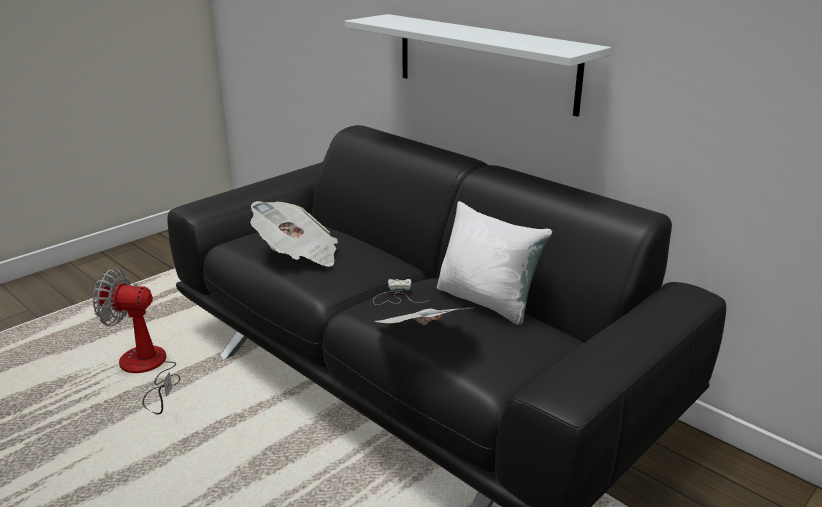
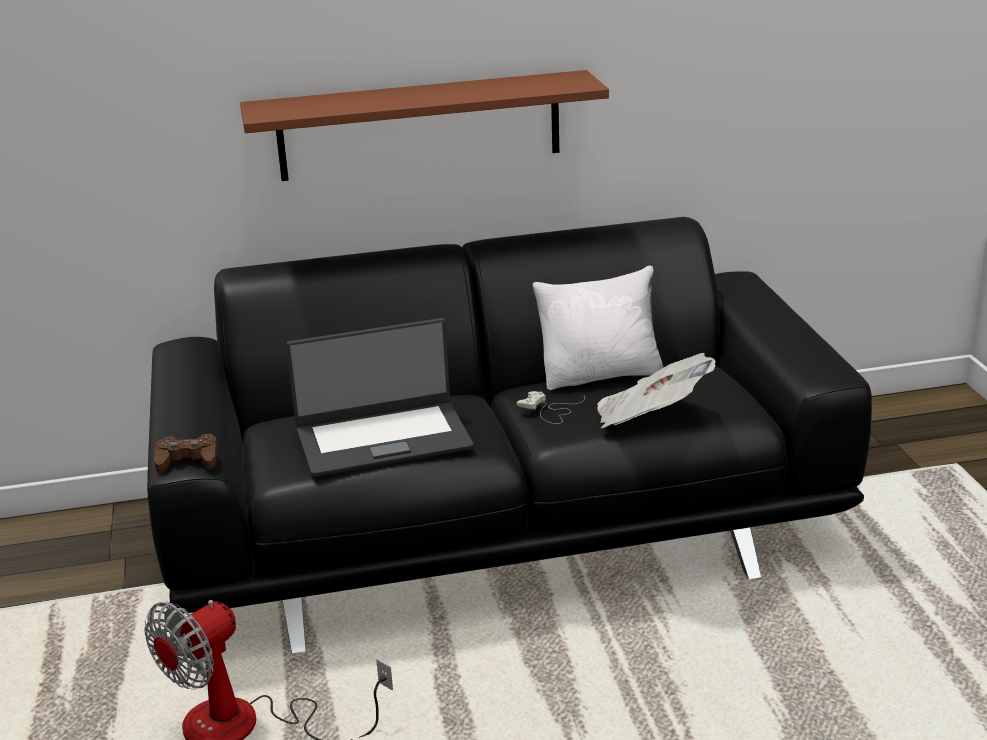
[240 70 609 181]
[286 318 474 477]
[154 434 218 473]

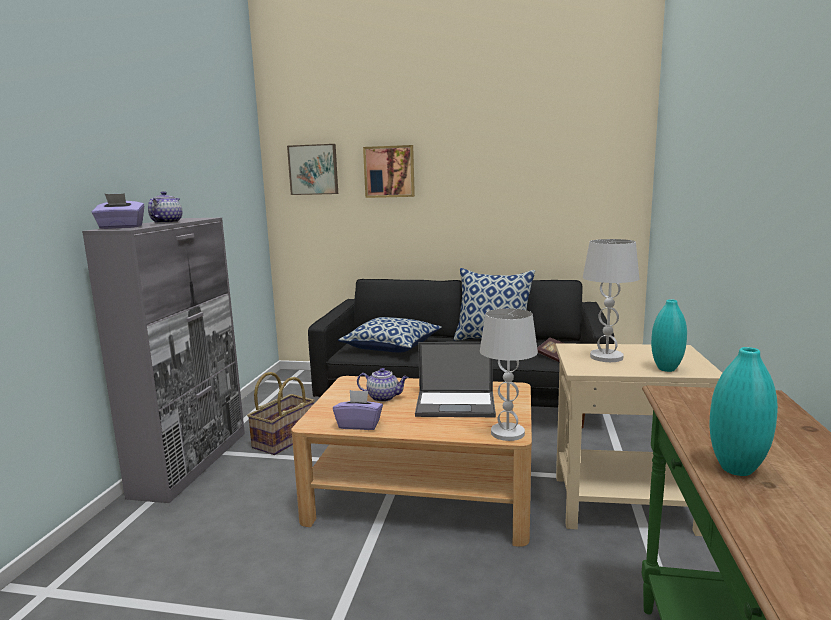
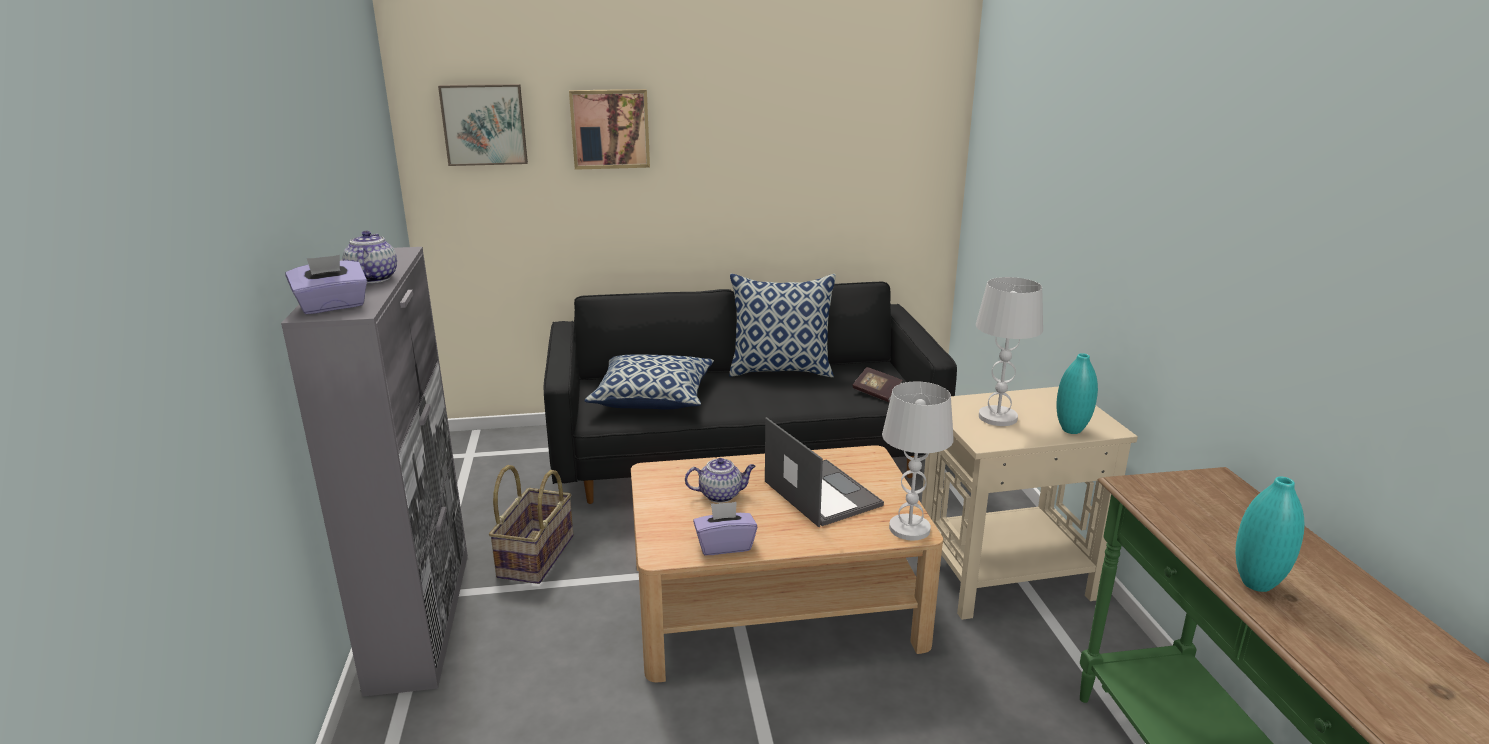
[765 417 884 527]

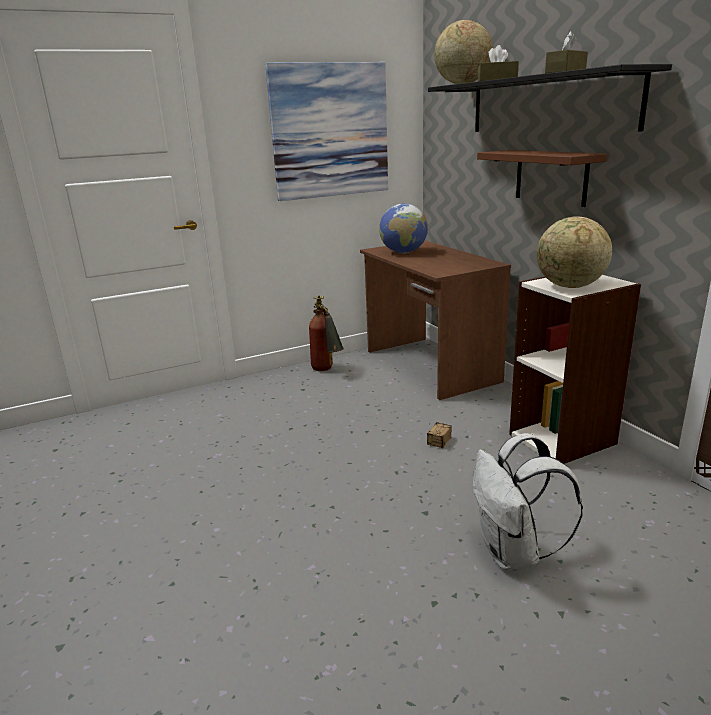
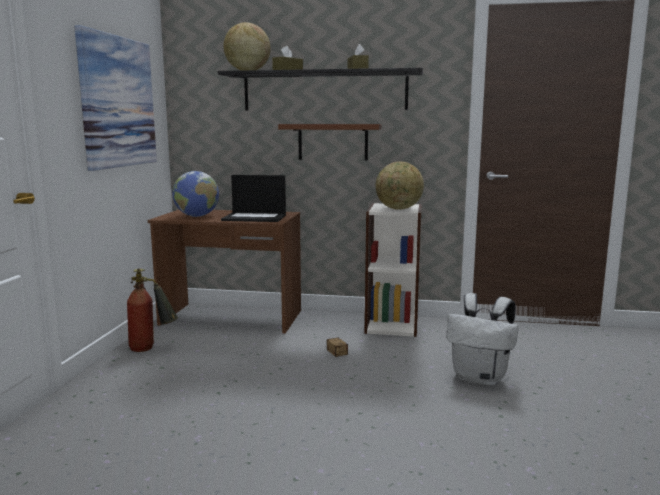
[221 175 286 222]

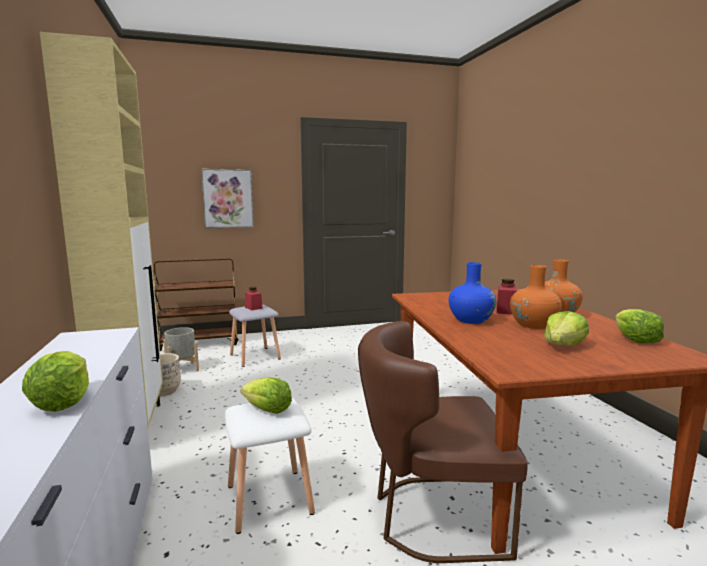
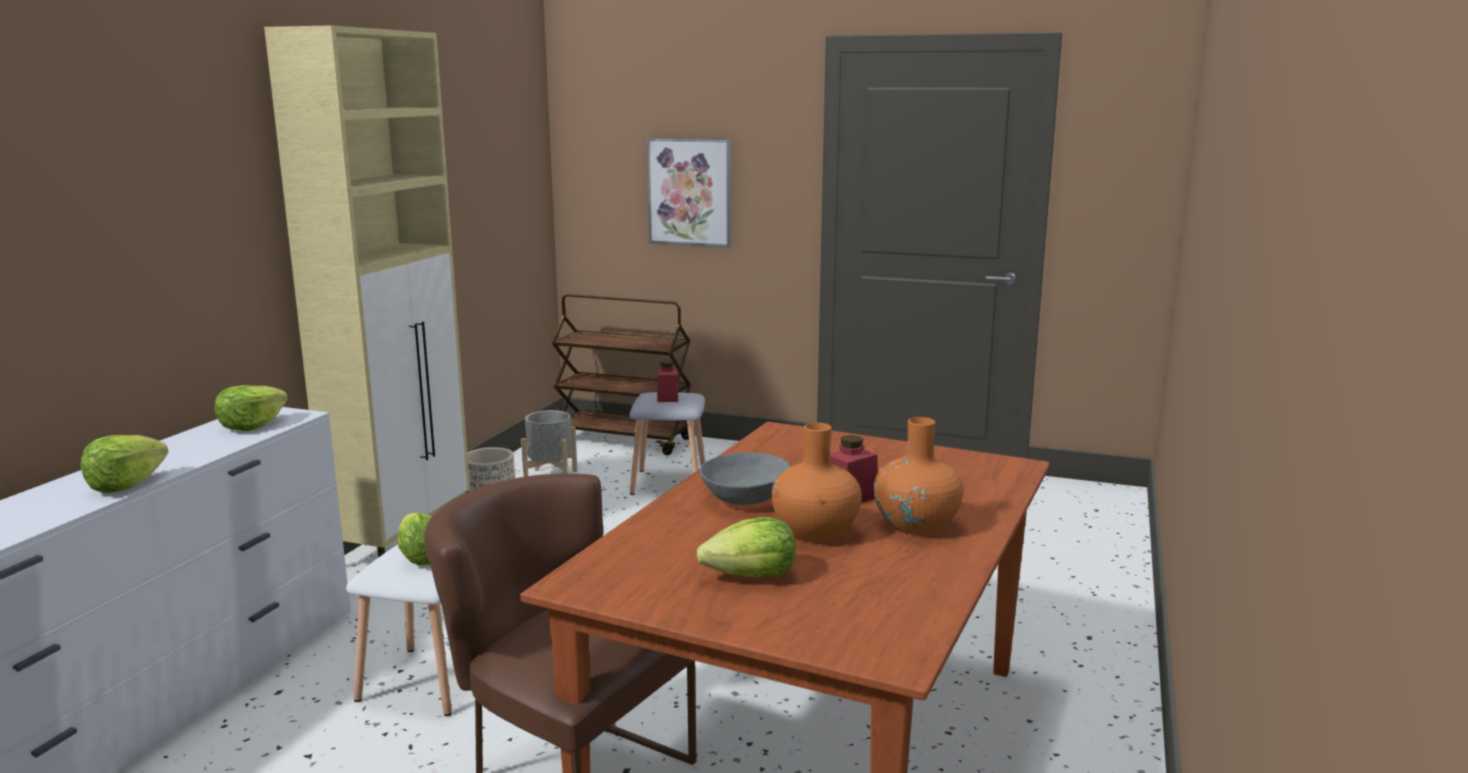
[700 452 790 505]
[215 385 288 431]

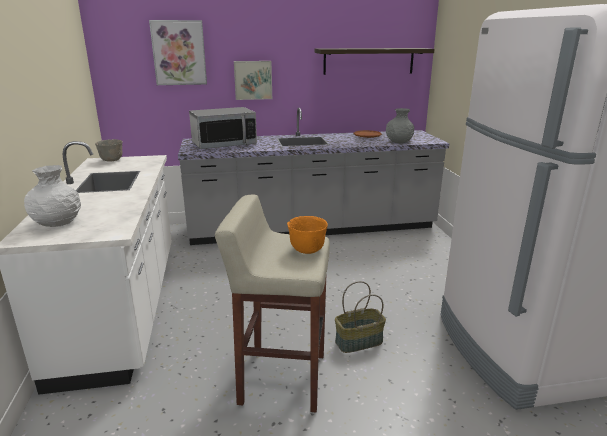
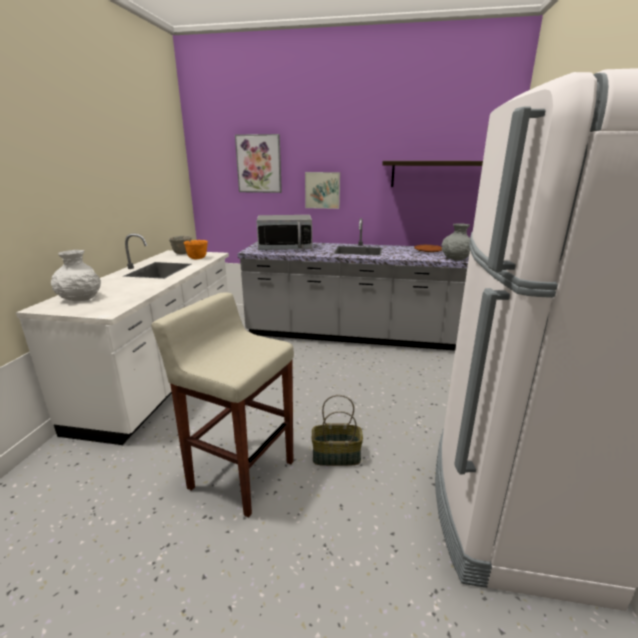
[184 240 208 259]

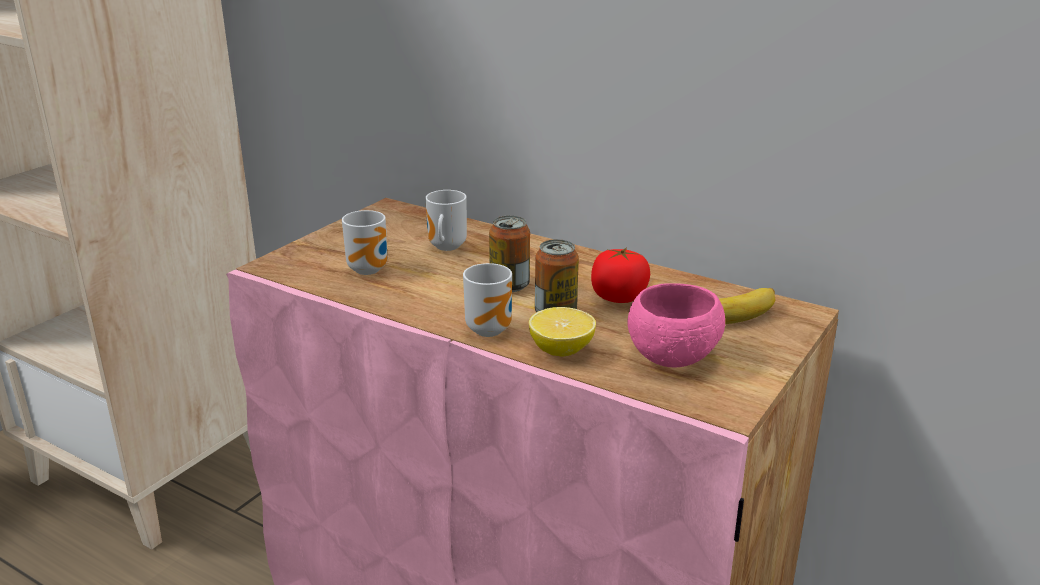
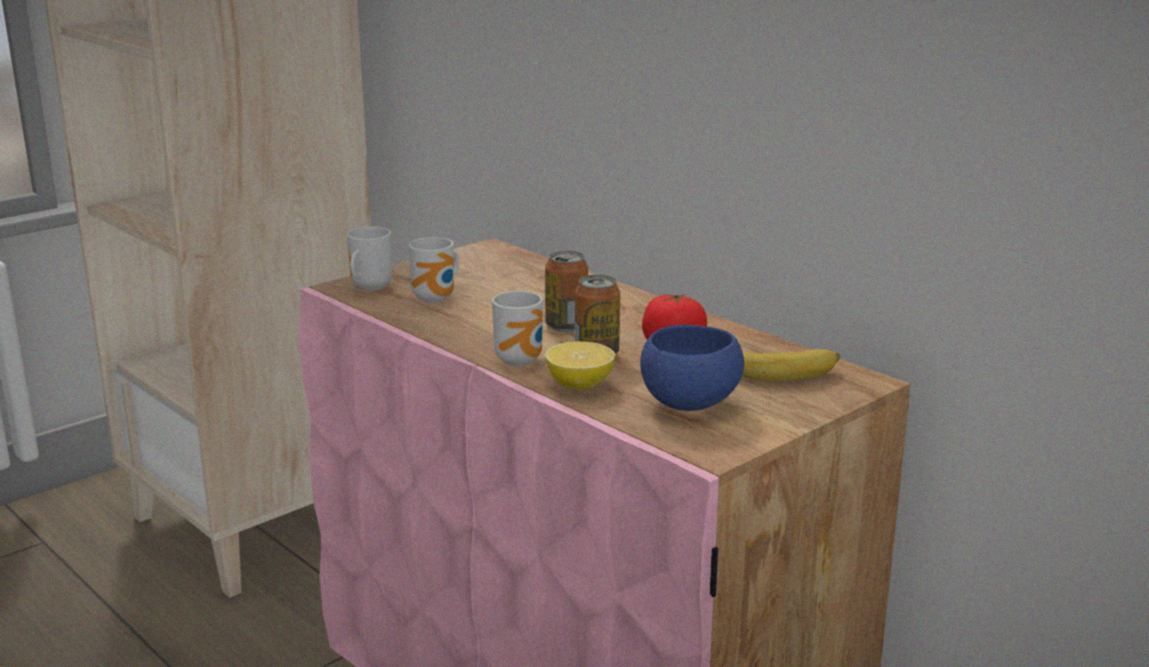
[347 227 392 291]
[640 325 744 411]

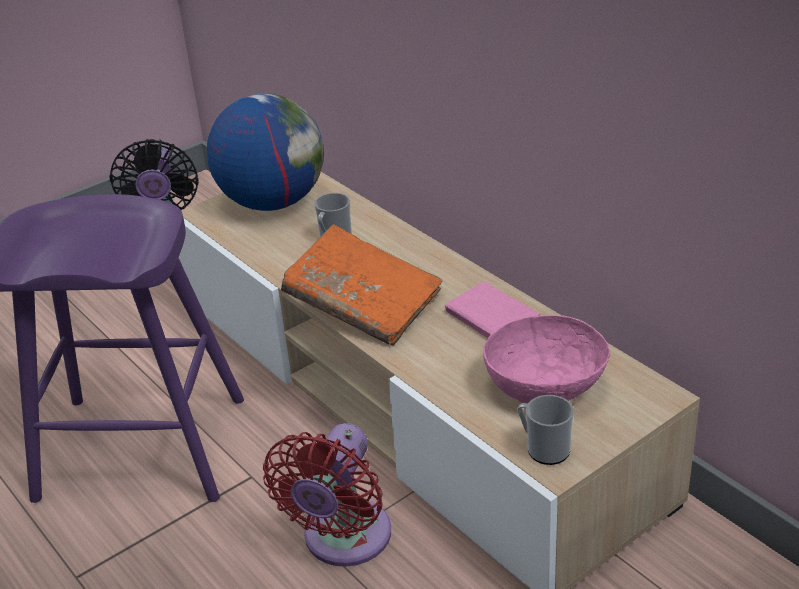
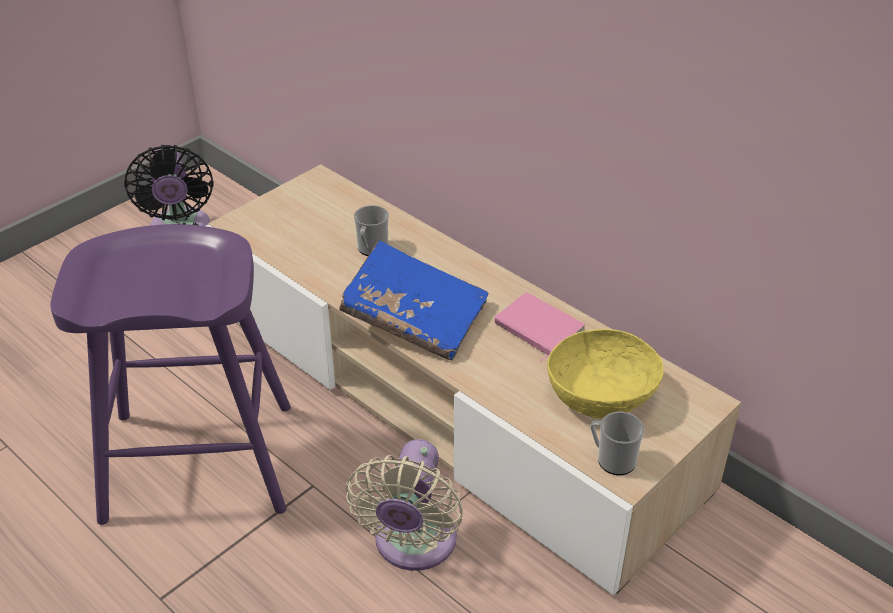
[207 93 324 211] (first image)
[339 241 488 360]
[547 329 663 418]
[345 439 463 571]

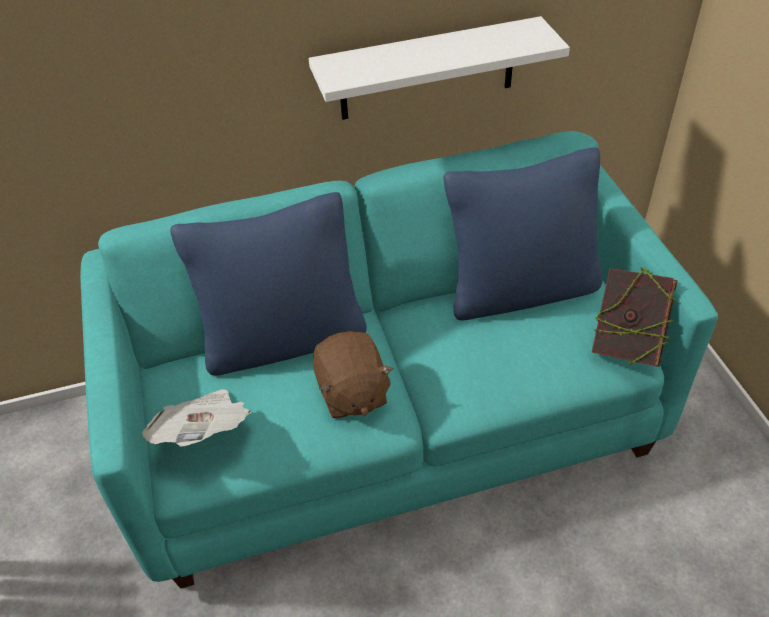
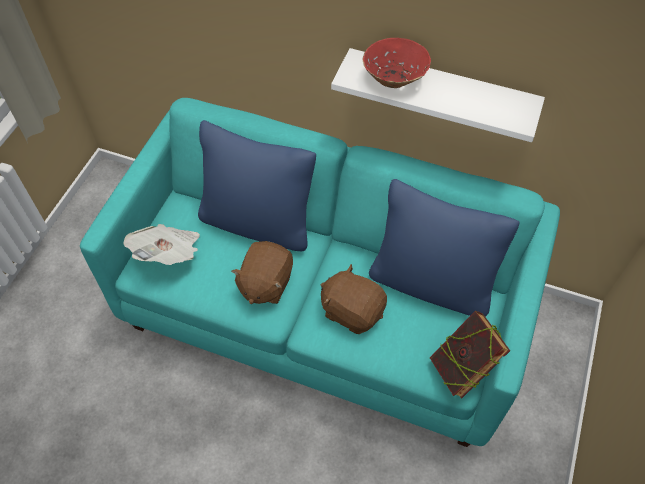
[363 38 431 88]
[321 264 387 334]

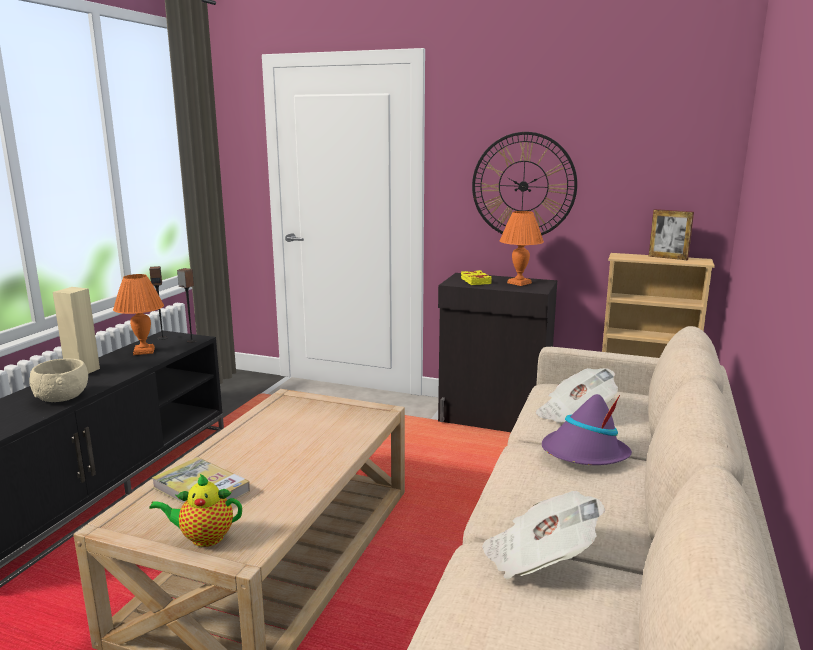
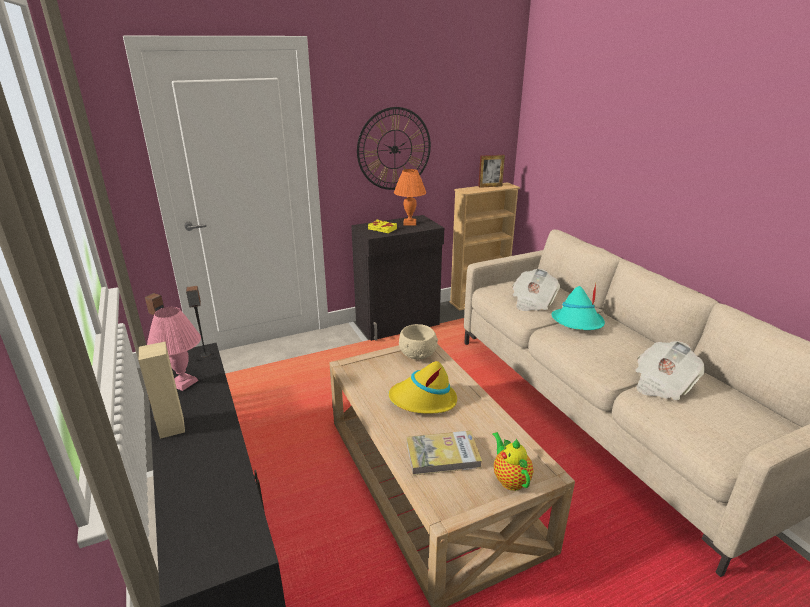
[147 307 201 391]
[399 324 438 359]
[551 283 605 330]
[492 432 533 491]
[389 361 457 414]

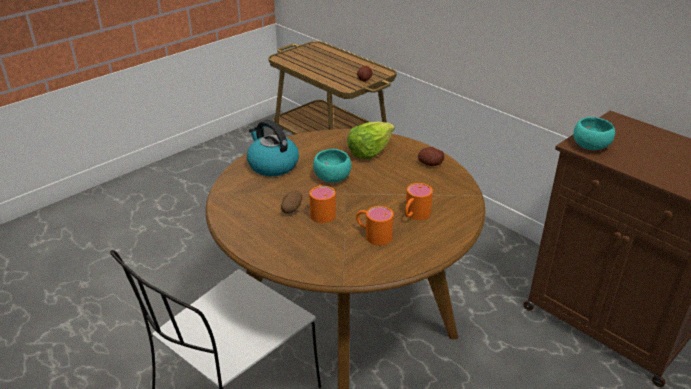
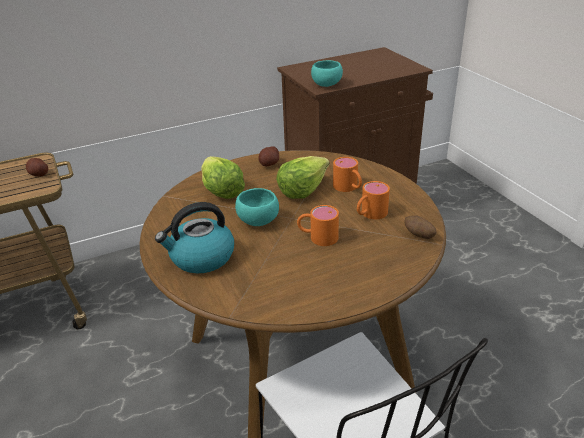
[404 215 437 239]
[276 156 330 199]

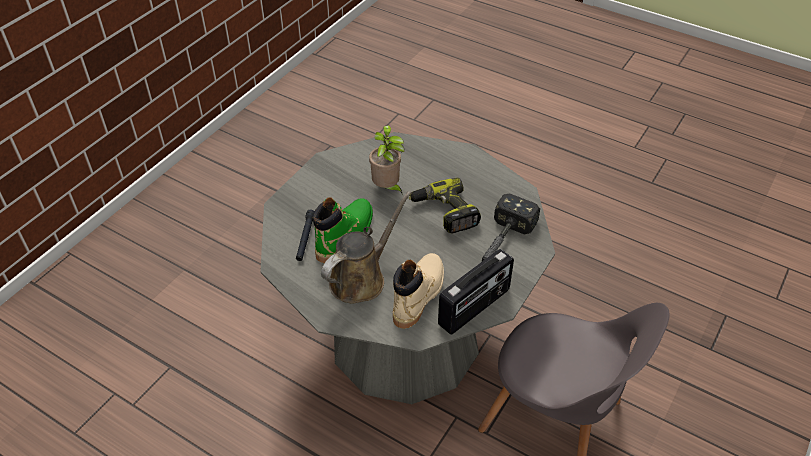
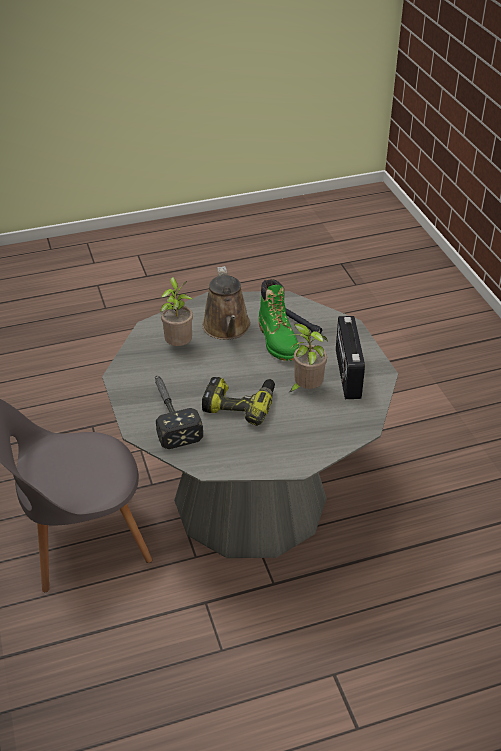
[336 316 365 399]
[160 277 193 346]

